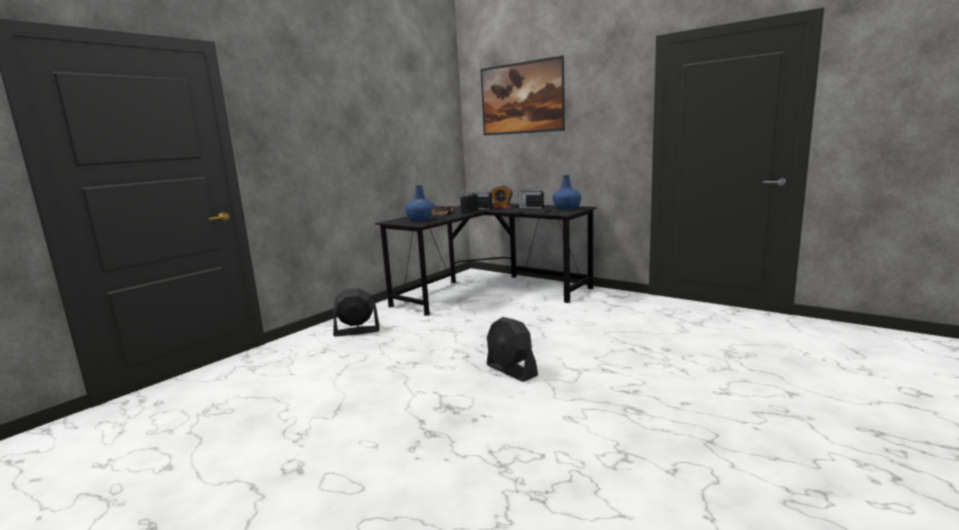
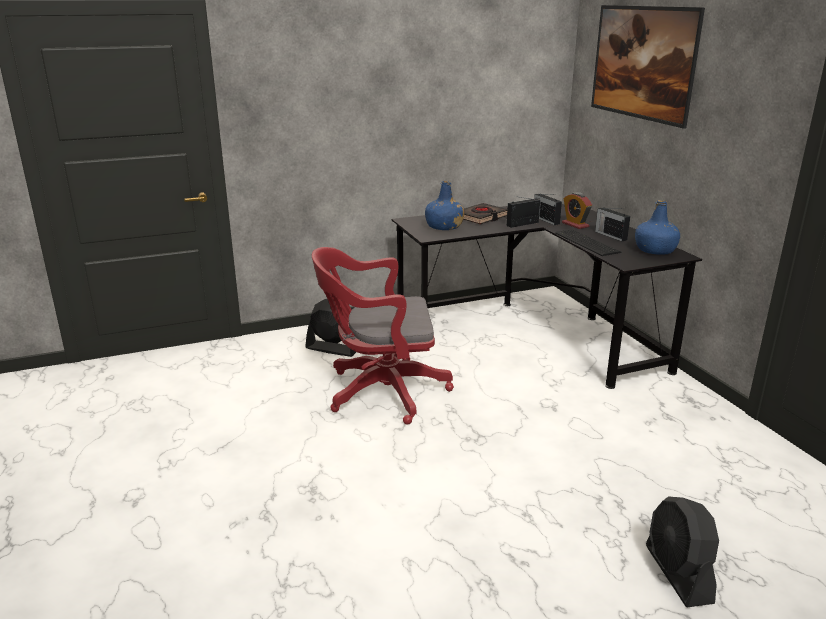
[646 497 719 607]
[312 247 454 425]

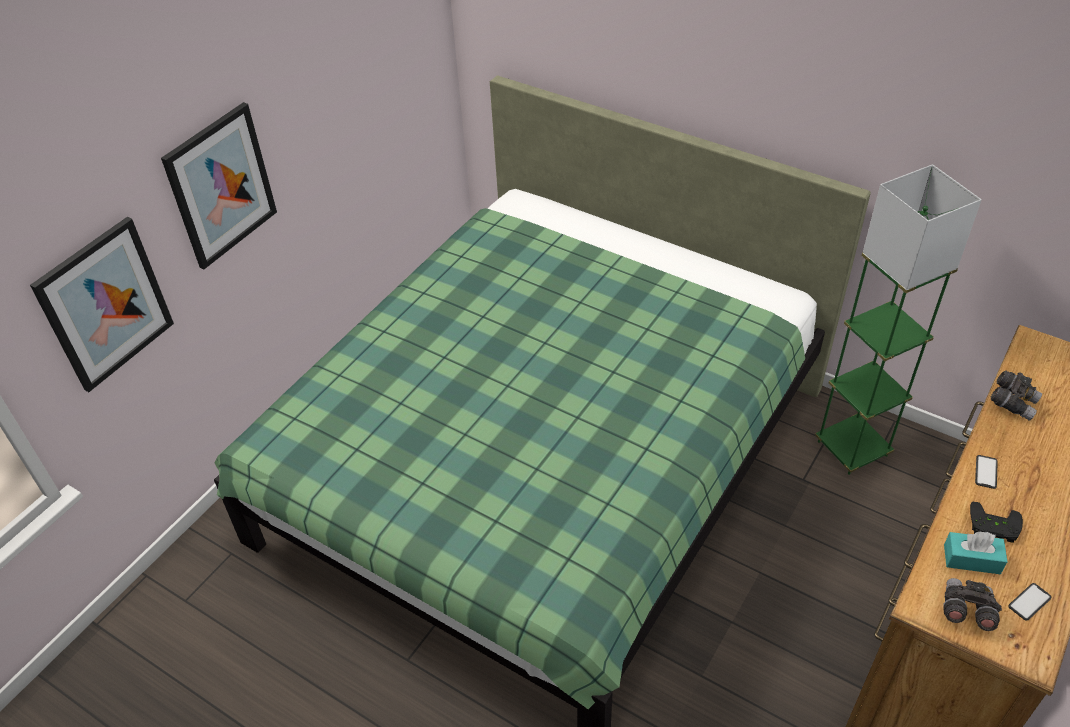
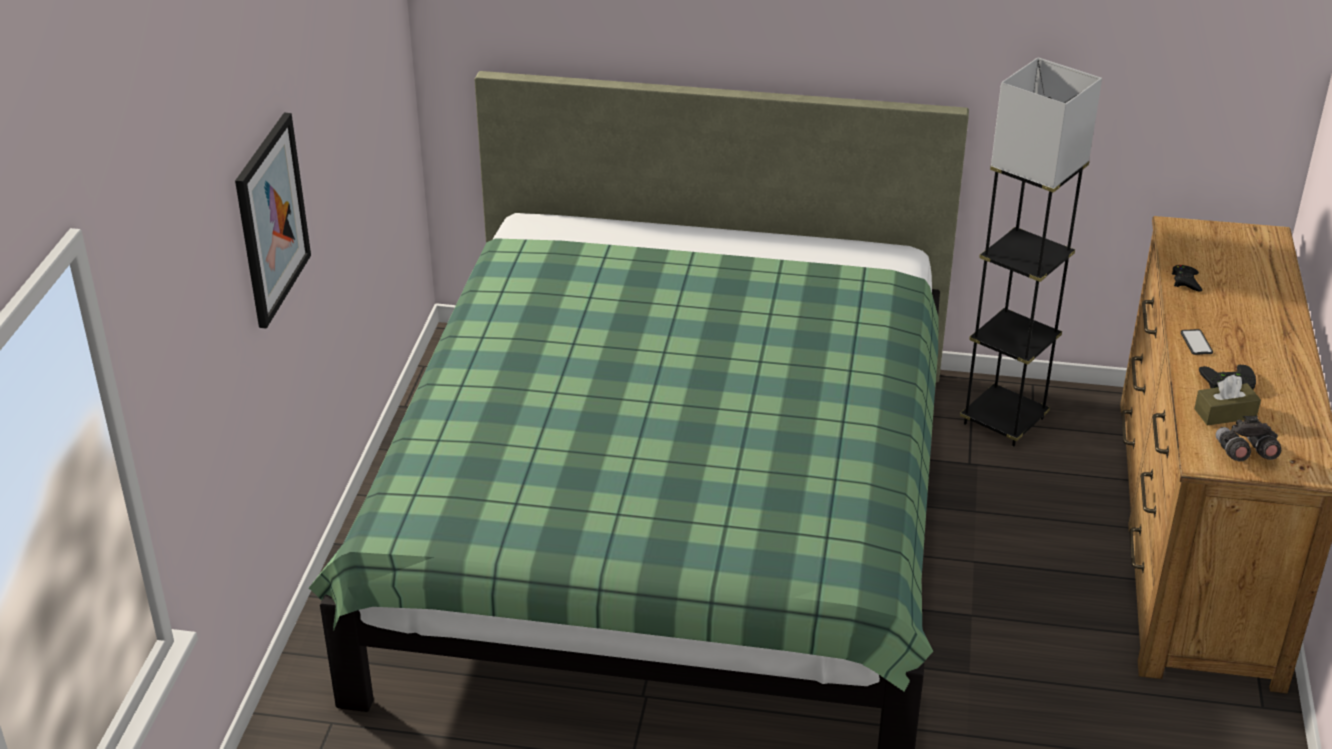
[960 57 1102 447]
[30 217 174 392] (first image)
[1172 265 1202 292]
[1194 375 1261 426]
[1008 583 1051 621] (first image)

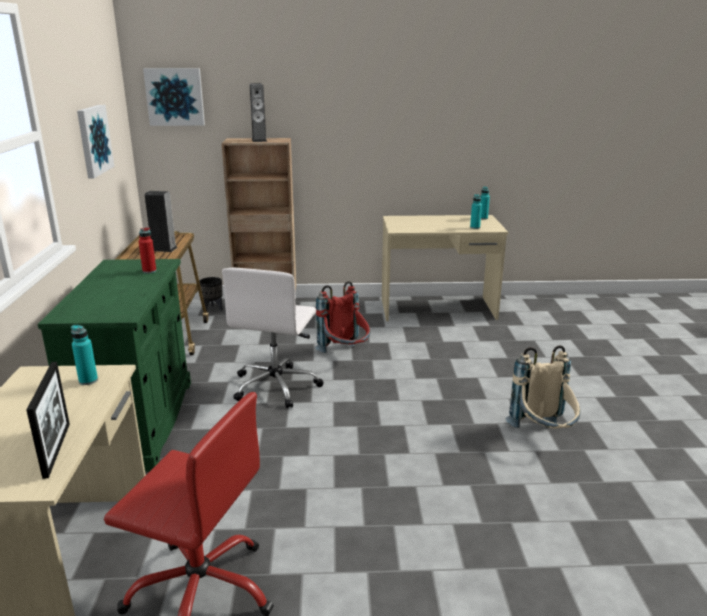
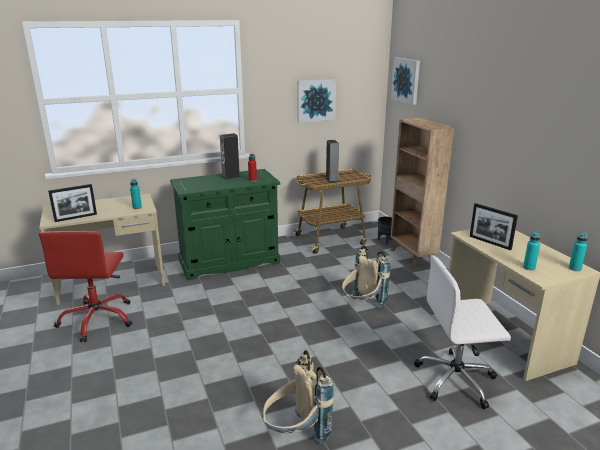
[220 133 241 180]
[414 255 511 409]
[341 246 390 308]
[470 203 518 250]

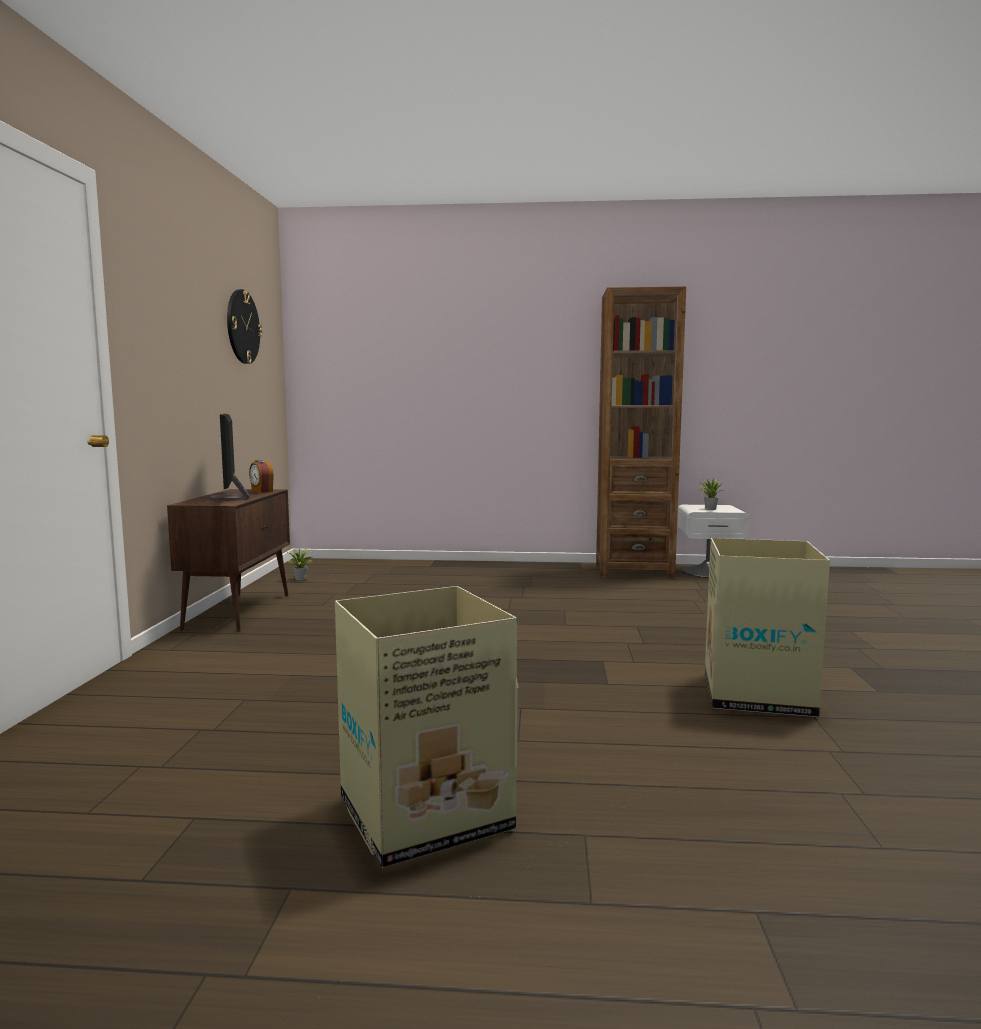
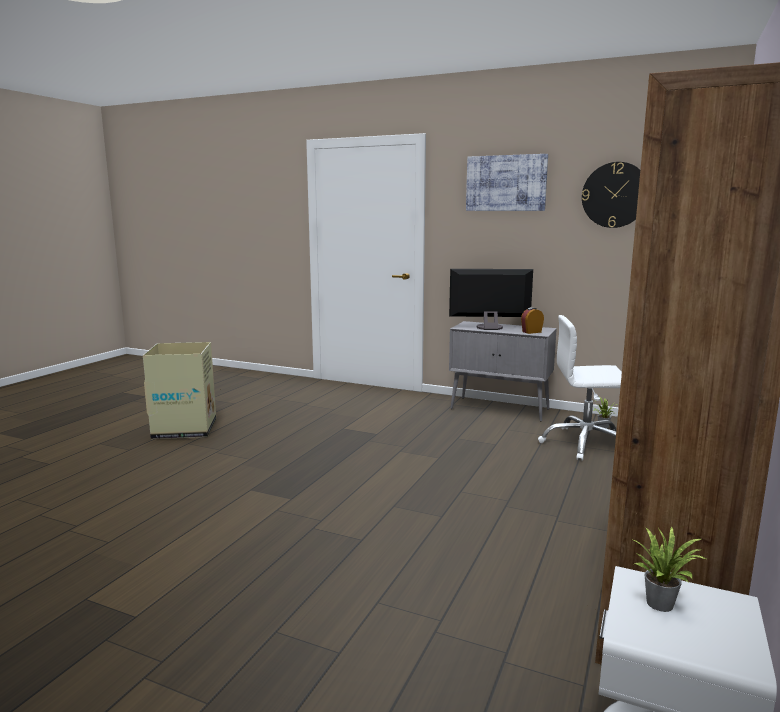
[449 321 557 422]
[705 538 830 717] (first image)
[466 154 548 211]
[538 315 622 461]

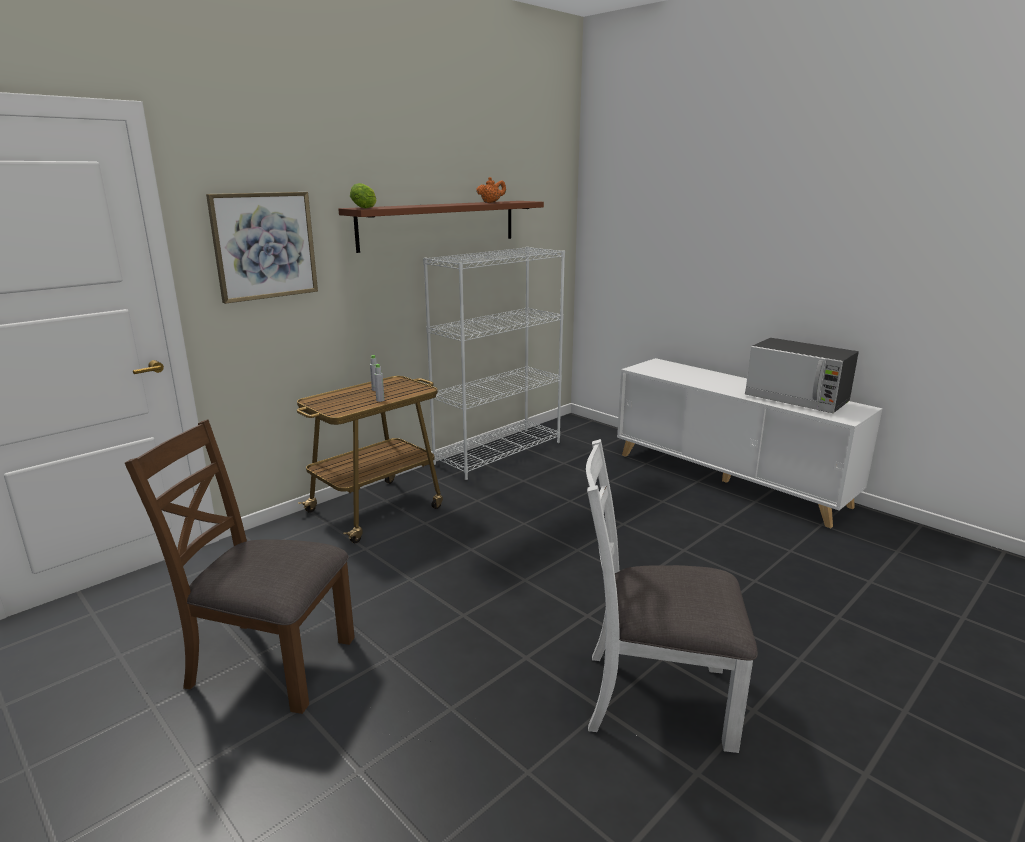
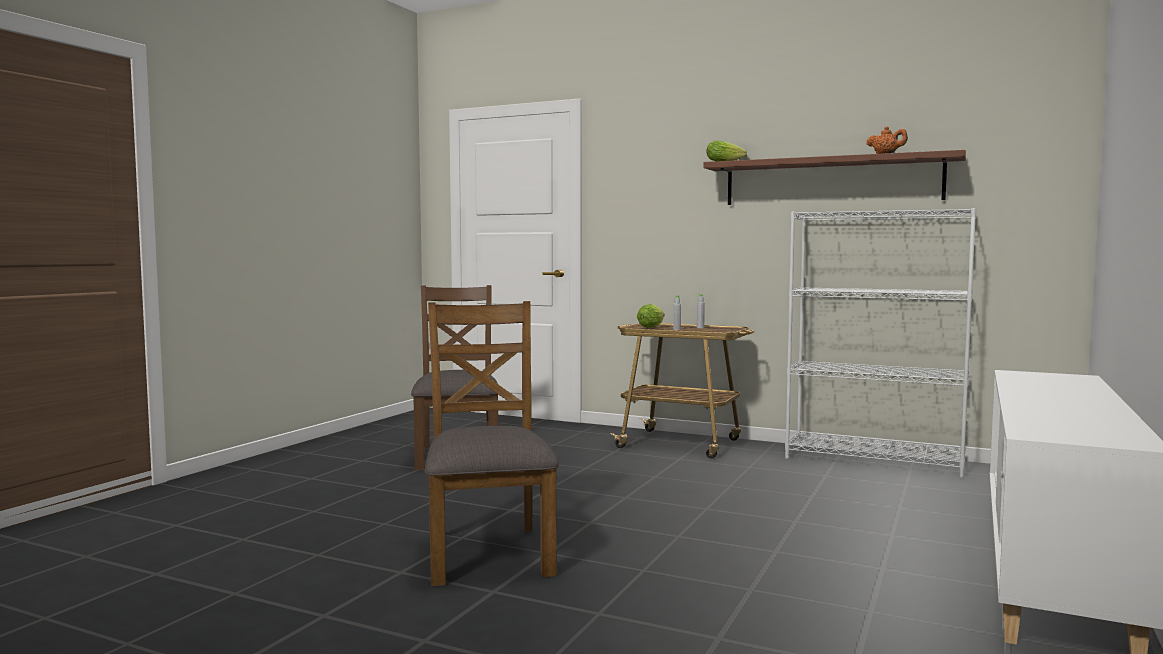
[206 192 318 304] (first image)
[745 338 859 413] (first image)
[424 301 559 586]
[637 304 664 328]

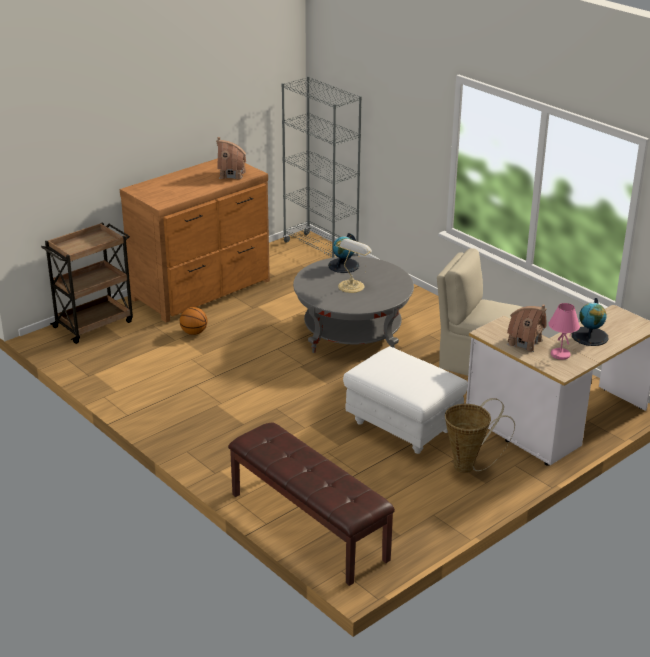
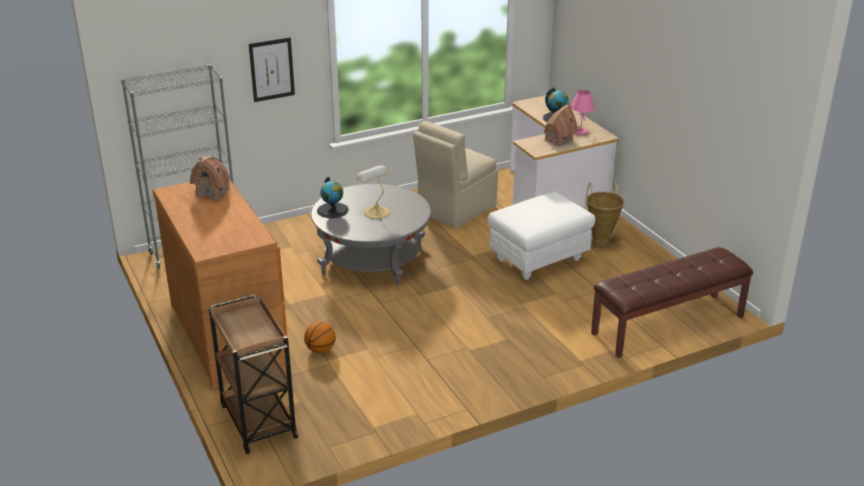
[249 37 295 102]

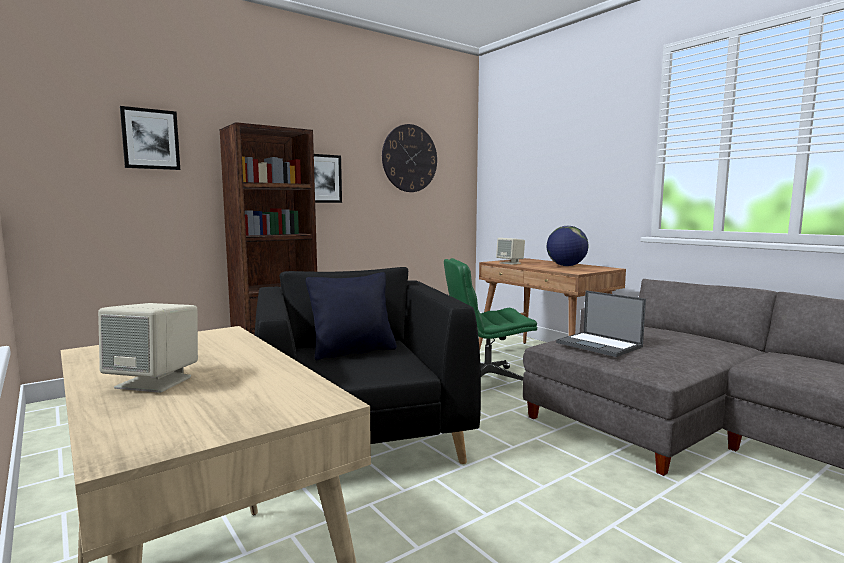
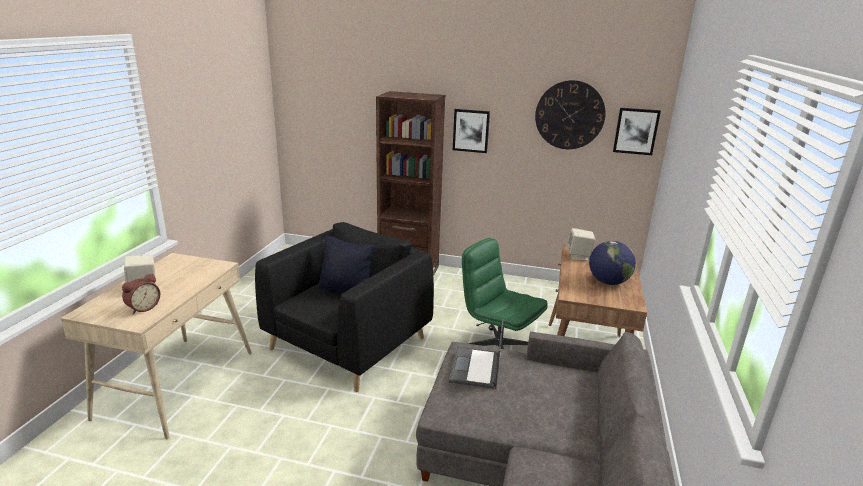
[613 108 661 155]
[122 274 160 314]

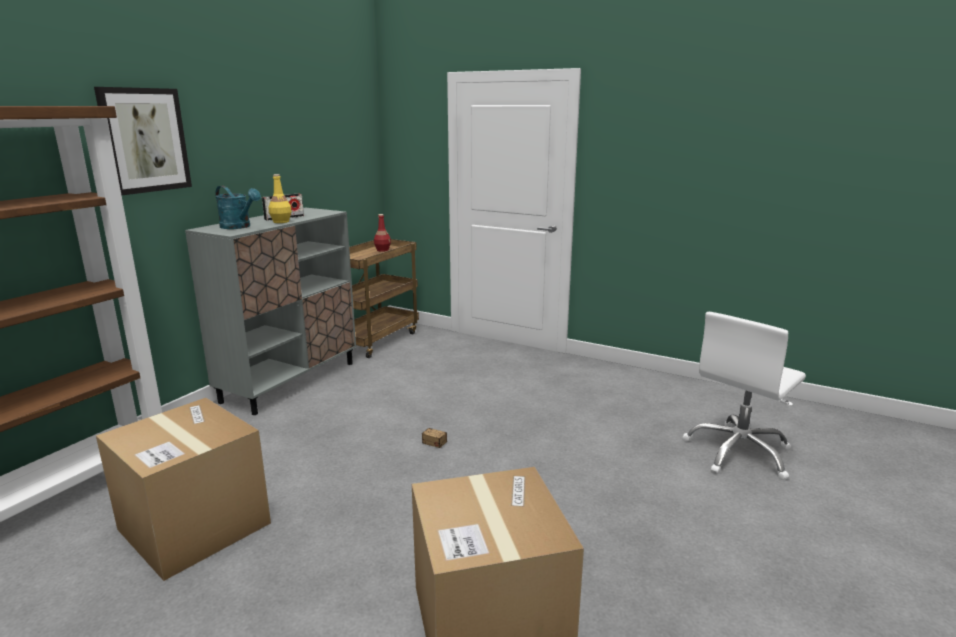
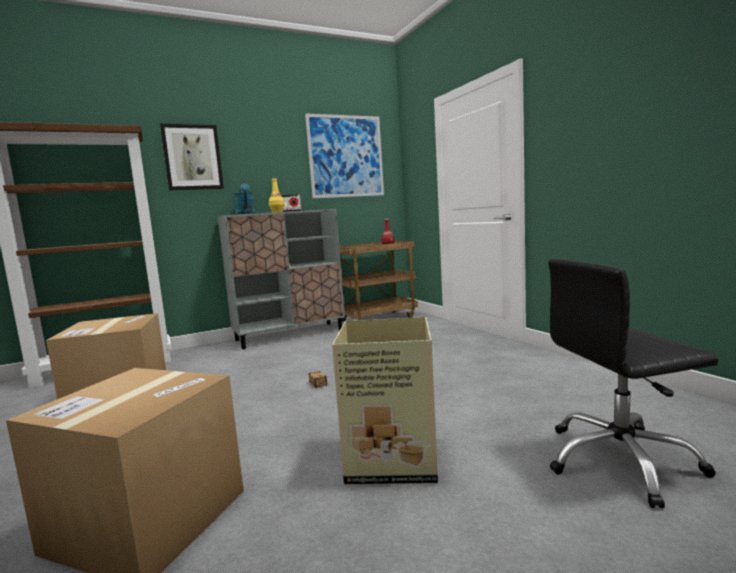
[548 259 718 508]
[305 114 384 199]
[332 317 438 484]

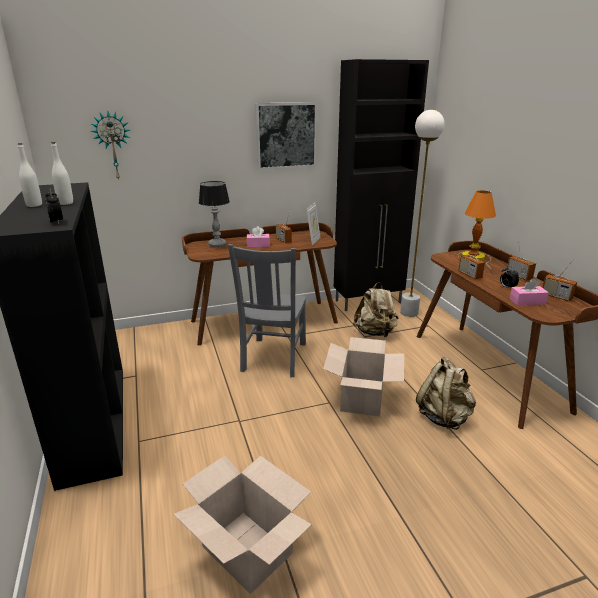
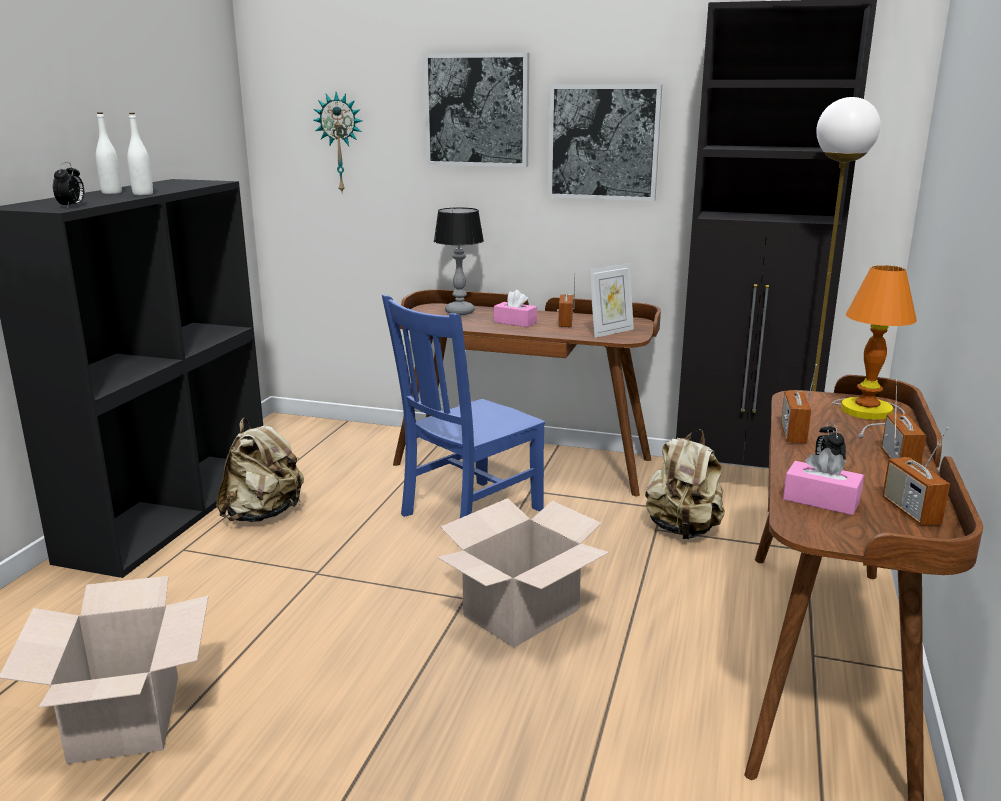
[382 295 545 546]
[216 418 304 522]
[424 53 529 167]

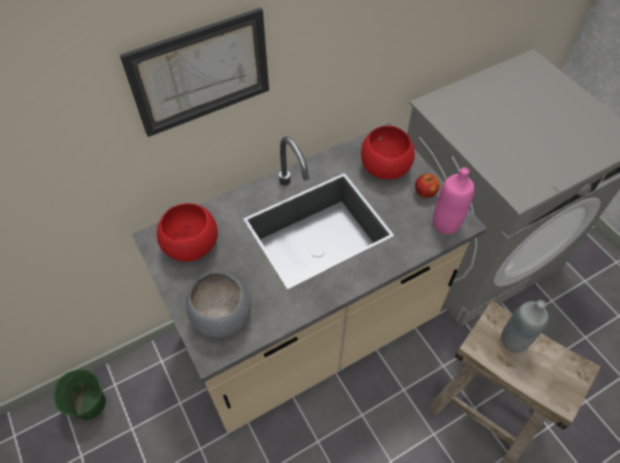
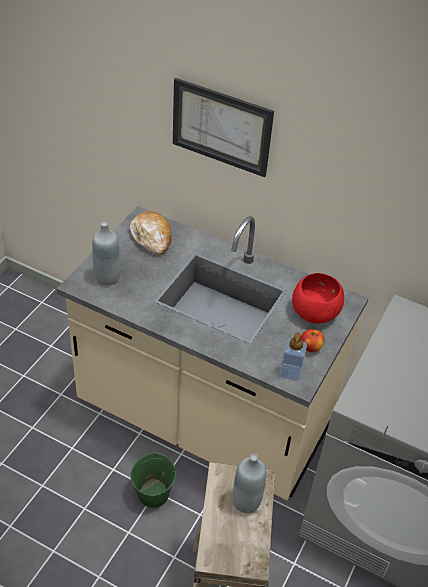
[280 332 307 381]
[130 211 172 256]
[92 221 120 286]
[130 452 176 508]

